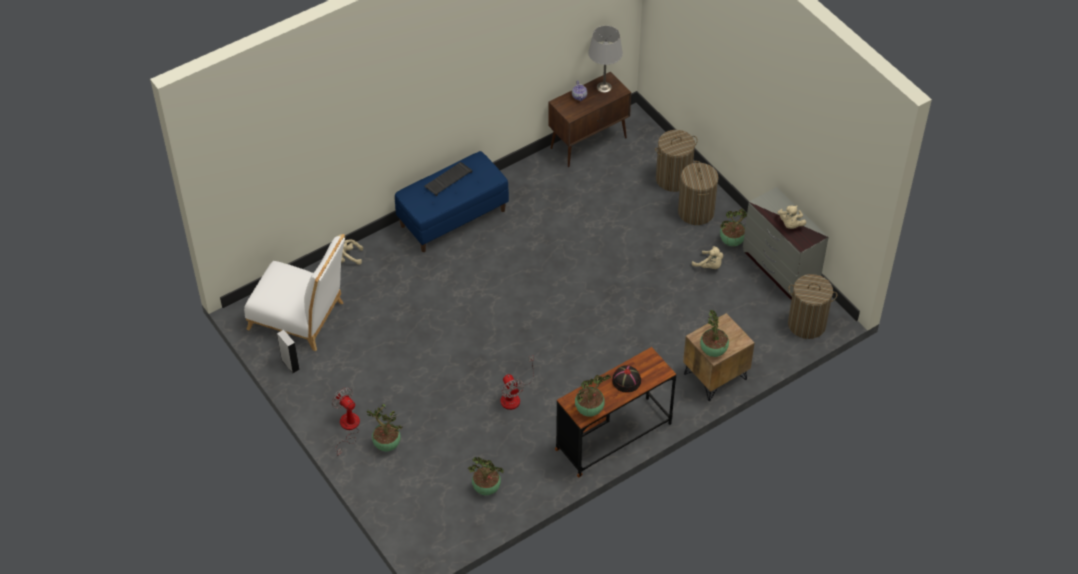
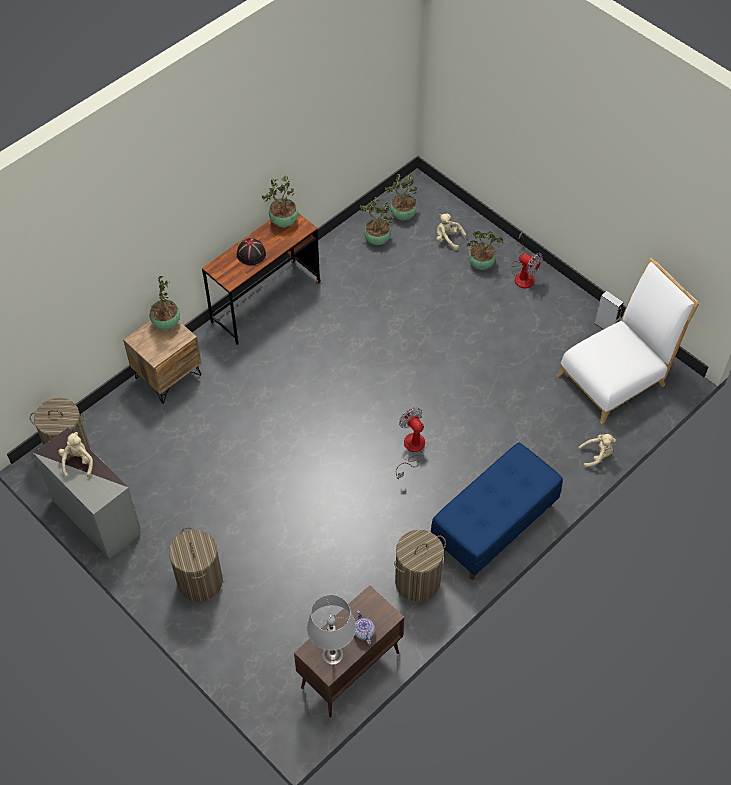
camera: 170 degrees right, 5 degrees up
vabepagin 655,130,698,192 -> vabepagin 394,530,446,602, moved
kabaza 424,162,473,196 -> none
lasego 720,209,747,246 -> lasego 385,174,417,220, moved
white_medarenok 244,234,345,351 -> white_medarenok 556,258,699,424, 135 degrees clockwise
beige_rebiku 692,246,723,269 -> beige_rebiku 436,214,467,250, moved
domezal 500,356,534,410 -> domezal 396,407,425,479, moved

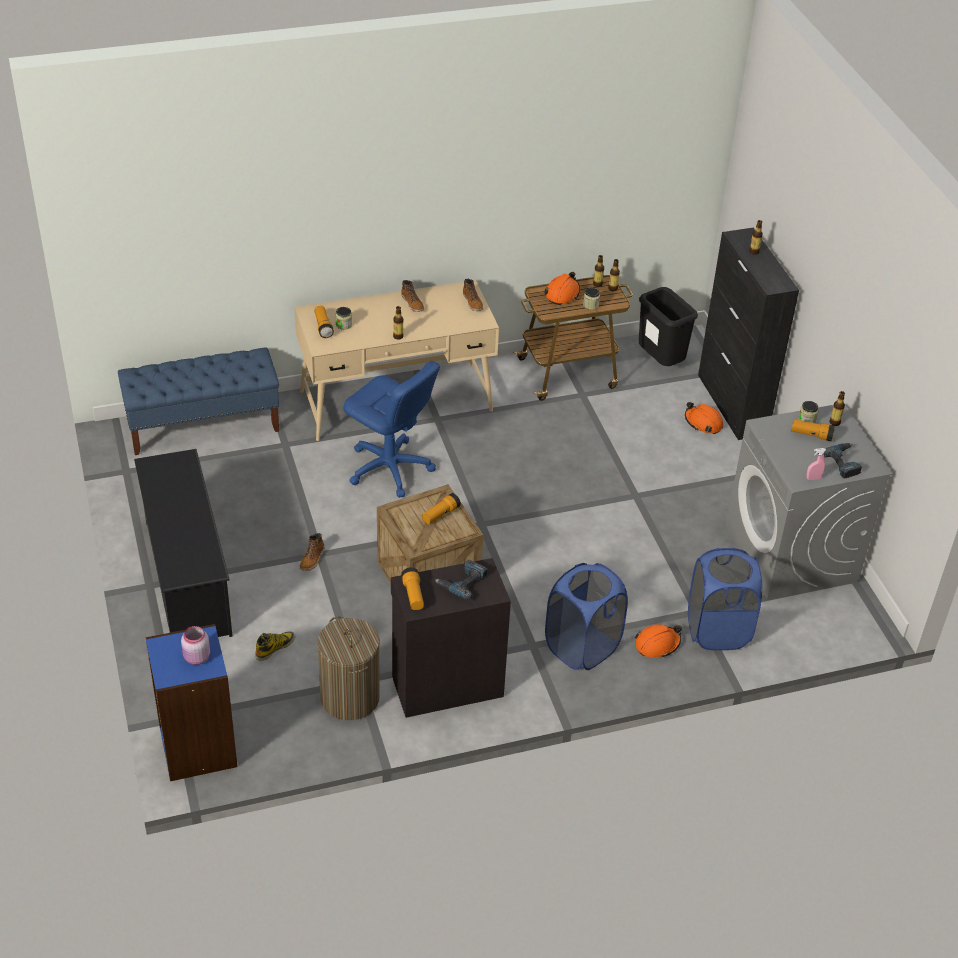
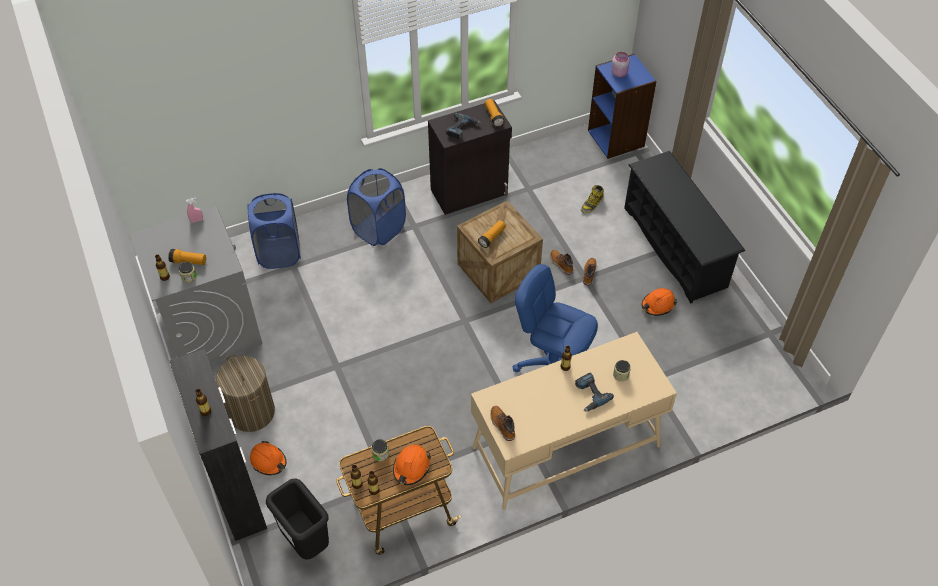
camera: 175 degrees right, 10 degrees up
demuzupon 401,280,424,312 -> demuzupon 550,250,573,275, moved
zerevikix 315,306,334,338 -> none
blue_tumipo 118,348,279,455 -> none
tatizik 818,443,862,479 -> tatizik 575,372,614,412, moved
vabepagin 317,616,380,720 -> vabepagin 216,355,275,432, moved
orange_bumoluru 635,624,682,658 -> orange_bumoluru 642,288,677,316, moved

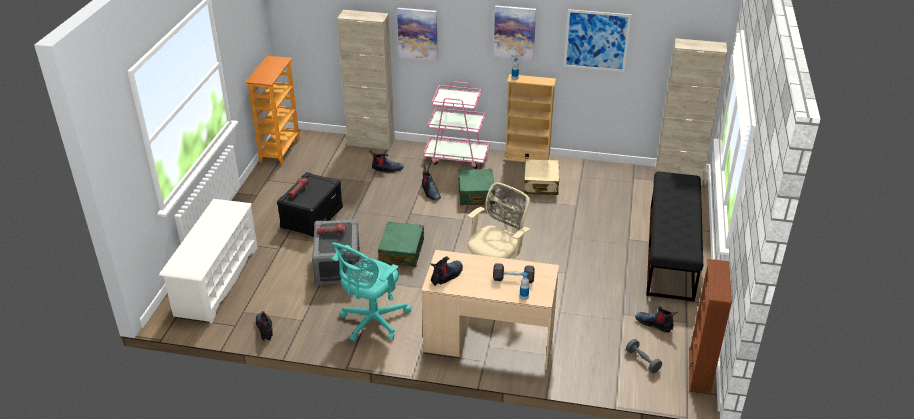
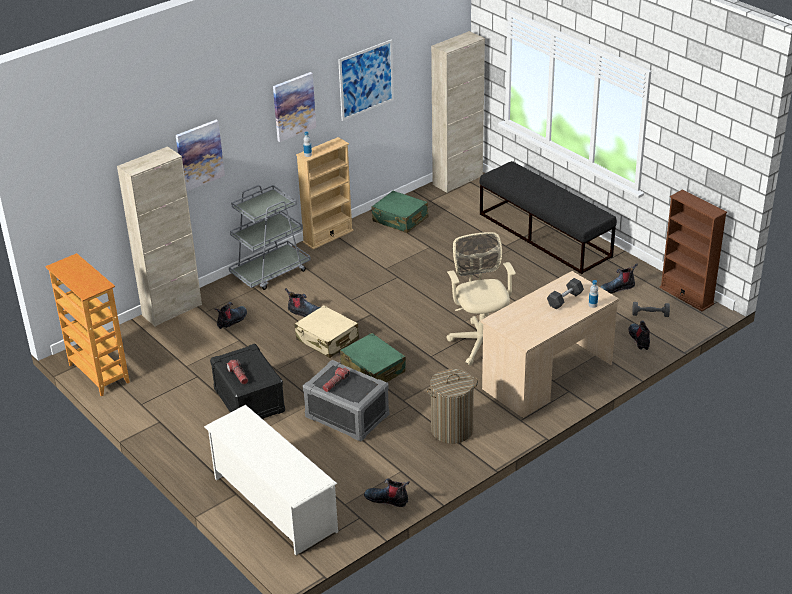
camera: 50 degrees left, 0 degrees up
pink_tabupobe 423,81,490,169 -> grey_tabupobe 229,185,311,290
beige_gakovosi 523,159,559,195 -> beige_gakovosi 294,305,359,358, moved
green_gakovosi 457,169,494,205 -> green_gakovosi 371,191,428,233, moved
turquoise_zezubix 331,243,412,342 -> vabepagin 426,369,478,444
demuzupon 430,256,463,286 -> demuzupon 629,321,650,350, moved

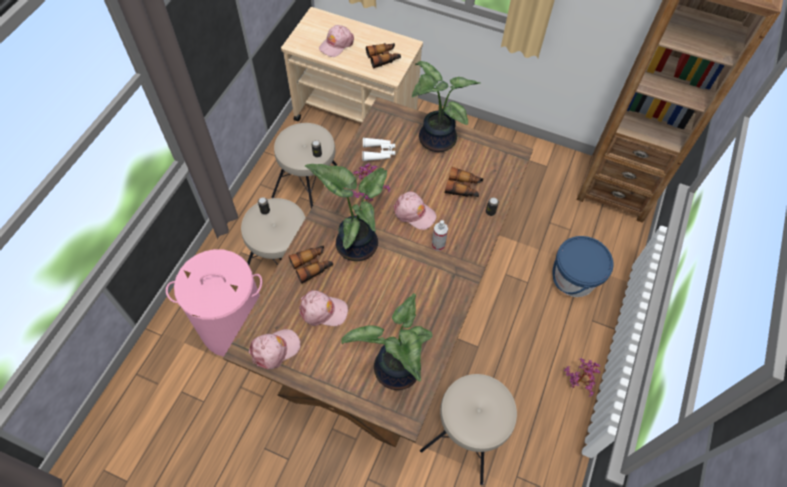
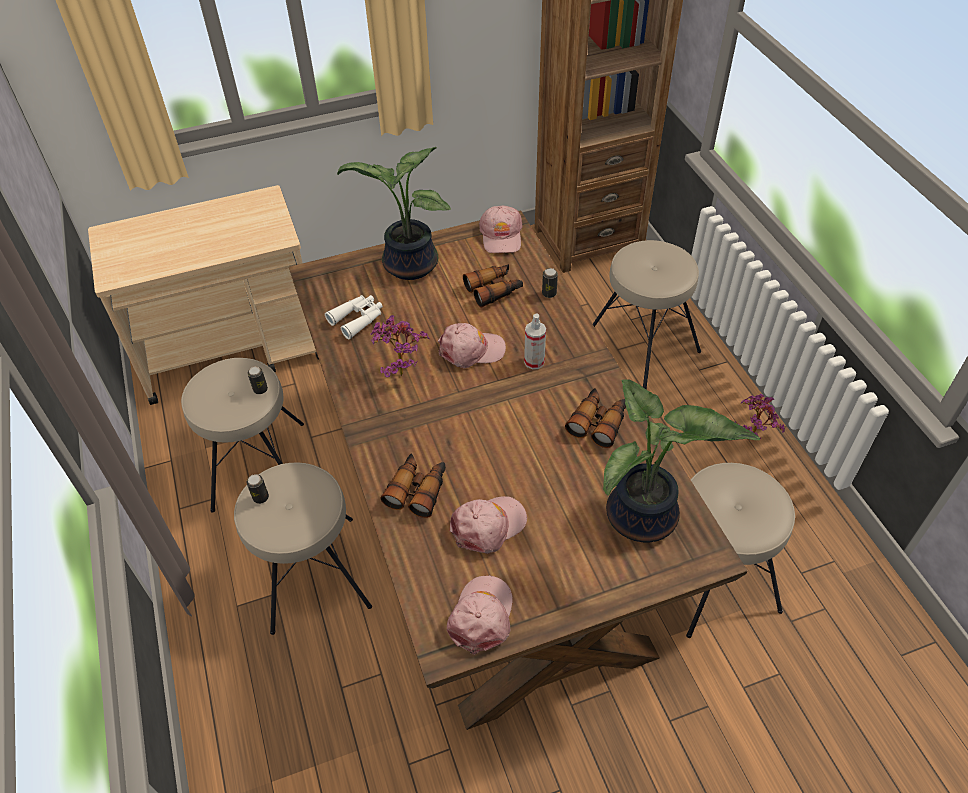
camera: 40 degrees left, 10 degrees down
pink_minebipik 319,25,354,57 -> pink_minebipik 479,206,523,253, moved
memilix 366,43,401,68 -> memilix 565,388,626,448, moved
lasego 305,164,387,261 -> none
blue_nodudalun 553,236,613,297 -> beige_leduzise 593,240,701,390
pink_vabepagin 166,249,262,357 -> none

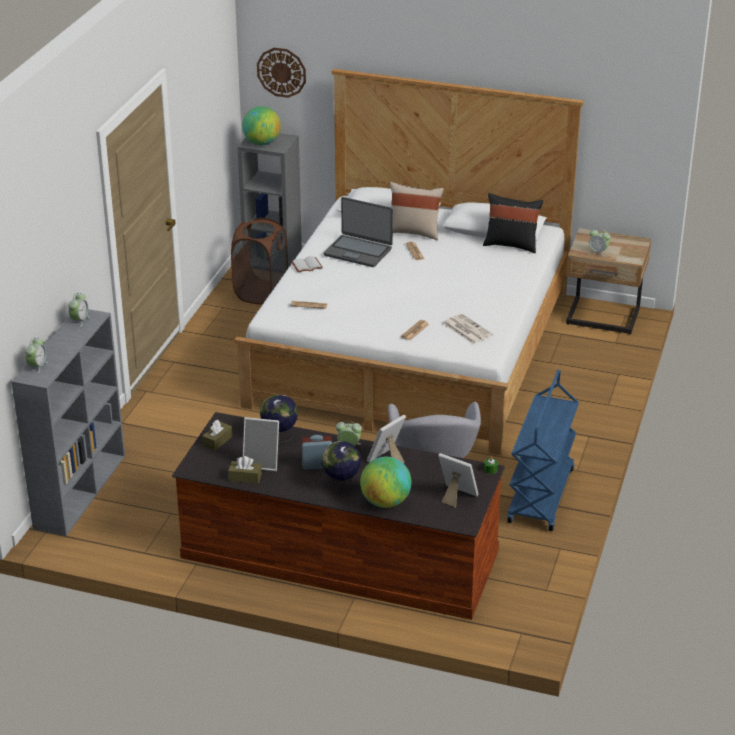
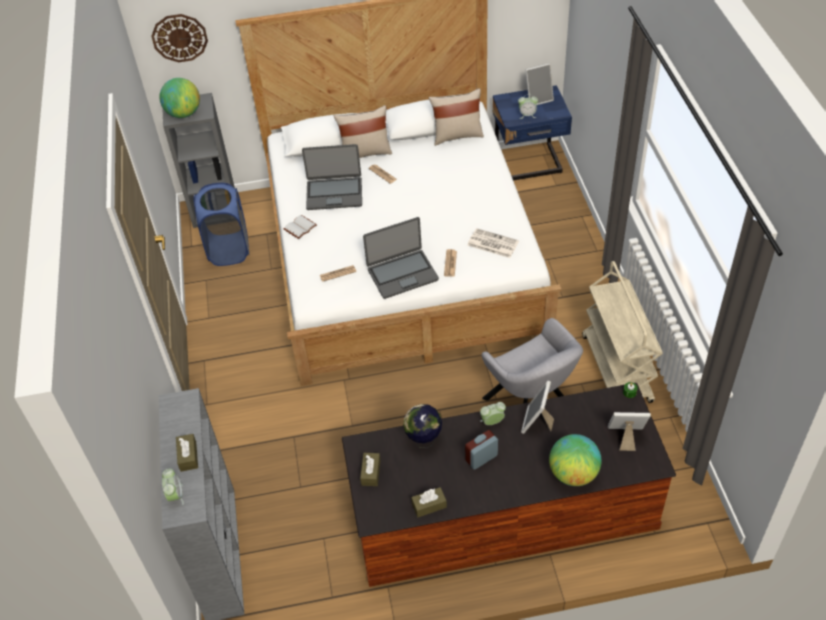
camera: 25 degrees left, 15 degrees up
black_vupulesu 483,193,543,253 -> beige_vupulesu 429,88,484,146
brown_vabepagin 231,218,288,305 -> blue_vabepagin 193,183,249,266
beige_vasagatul 566,228,651,335 -> blue_vasagatul 493,85,572,180
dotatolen 68,293,90,327 -> none
blue_tabupobe 507,370,579,531 -> beige_tabupobe 582,261,663,403
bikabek 243,417,279,471 -> bikabek 525,63,554,105, moved
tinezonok 322,441,361,491 -> none
none -> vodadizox 363,217,439,299
none -> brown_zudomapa 176,434,198,472

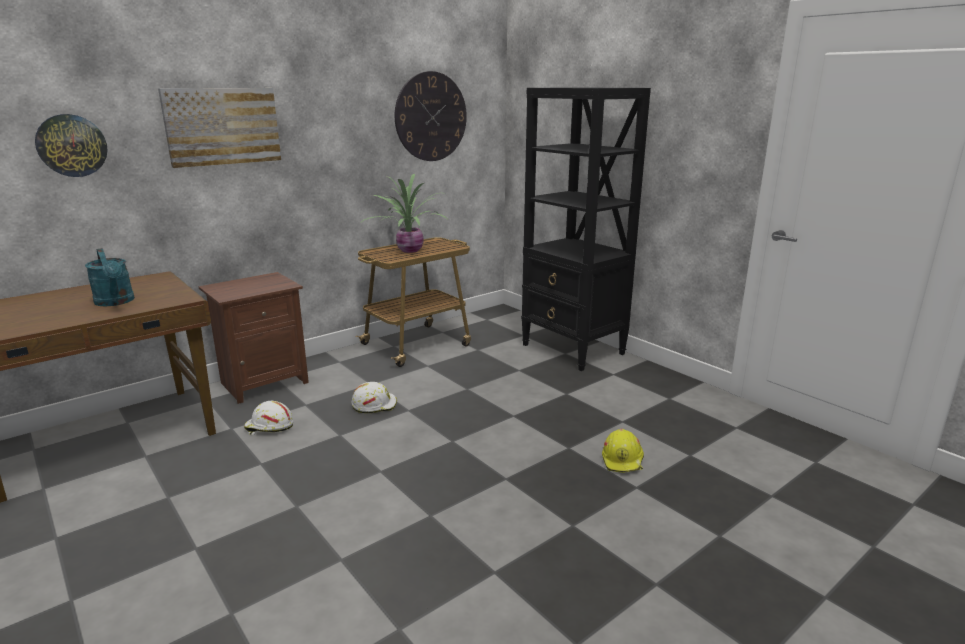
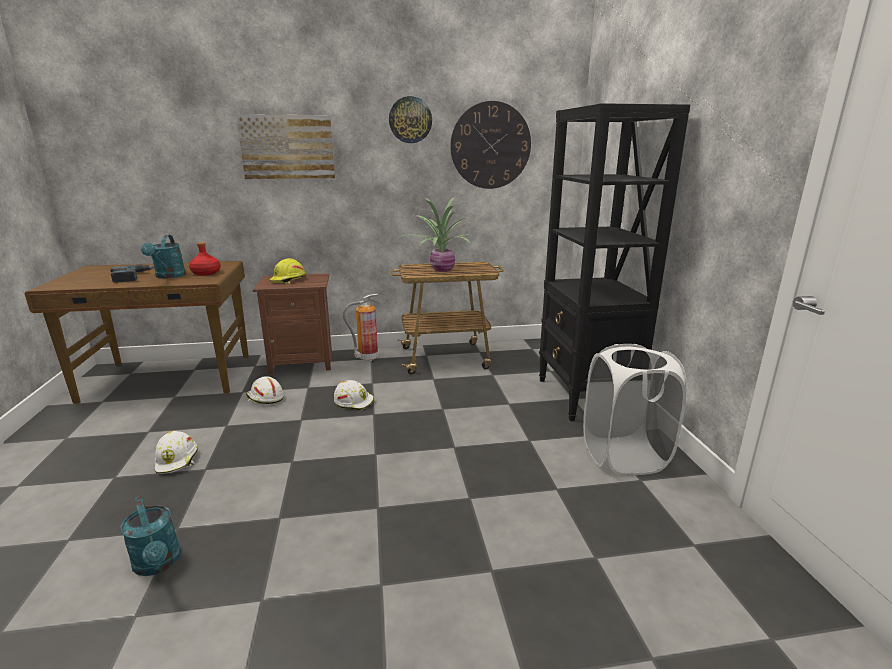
camera: 30 degrees right, 0 degrees up
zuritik 35,114,108,177 -> zuritik 389,96,432,143, moved
yellow_bumoluru 602,429,644,473 -> yellow_bumoluru 269,258,305,284, moved
none -> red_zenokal 189,242,221,276
none -> tatizik 110,264,154,283
none -> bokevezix 343,294,380,361
none -> white_vabepagin 583,344,687,475
none -> white_bumoluru 155,431,198,474
none -> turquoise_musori 120,495,181,576

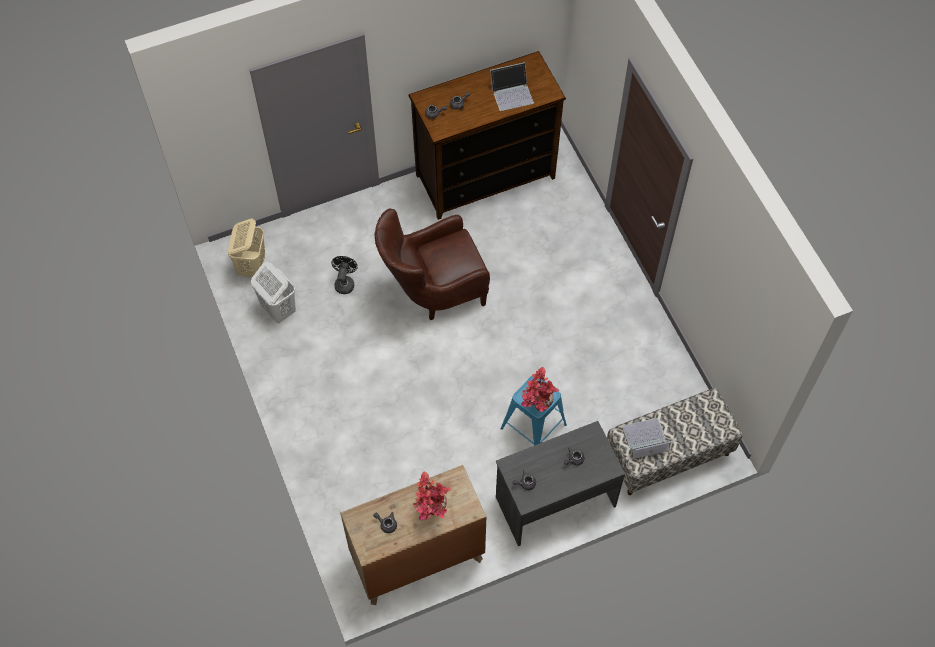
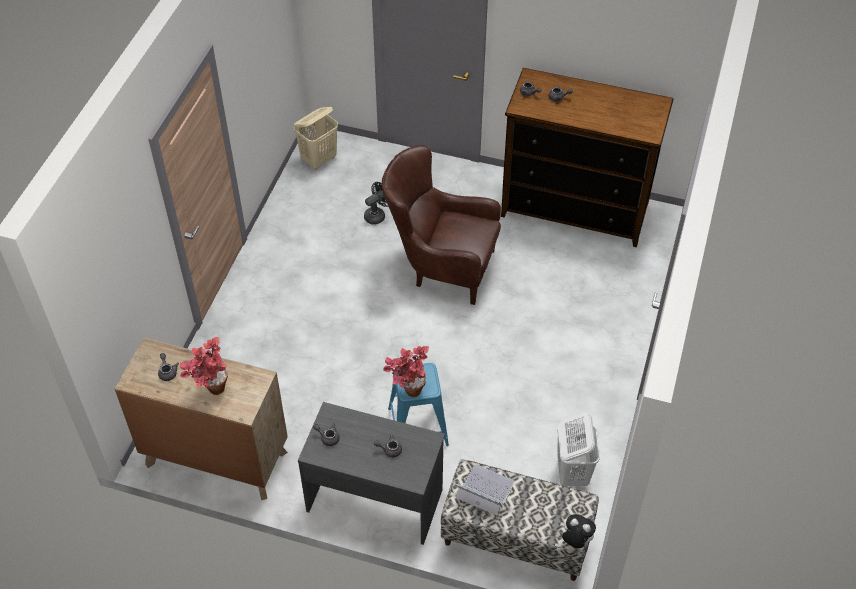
camera: 40 degrees right, 10 degrees down
vodadizox 490,62,534,111 -> none
white_vabepagin 251,262,296,323 -> white_vabepagin 557,412,600,486, moved
none -> rebiku 562,514,596,548

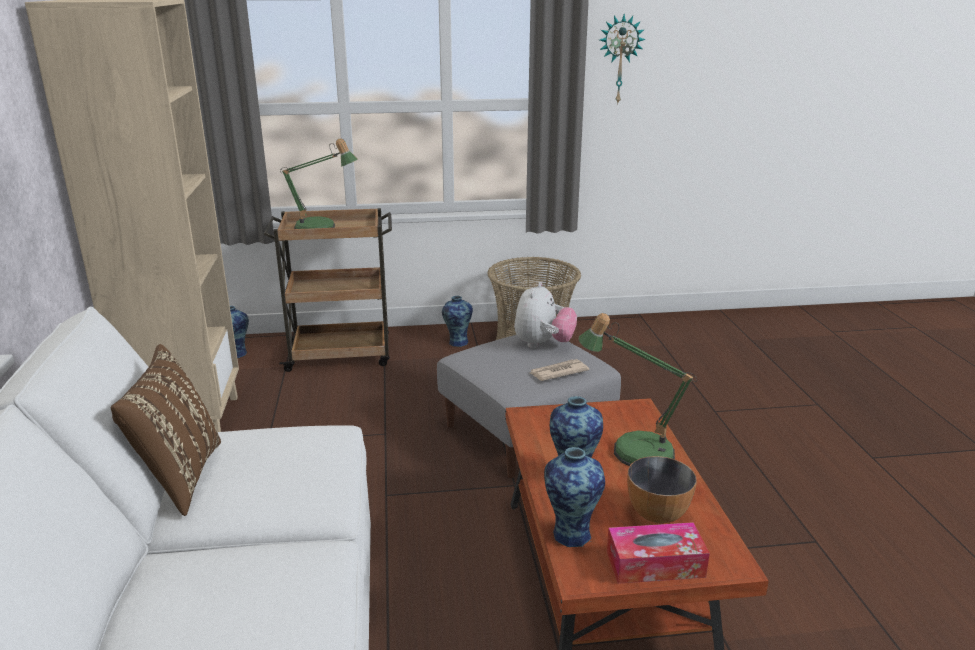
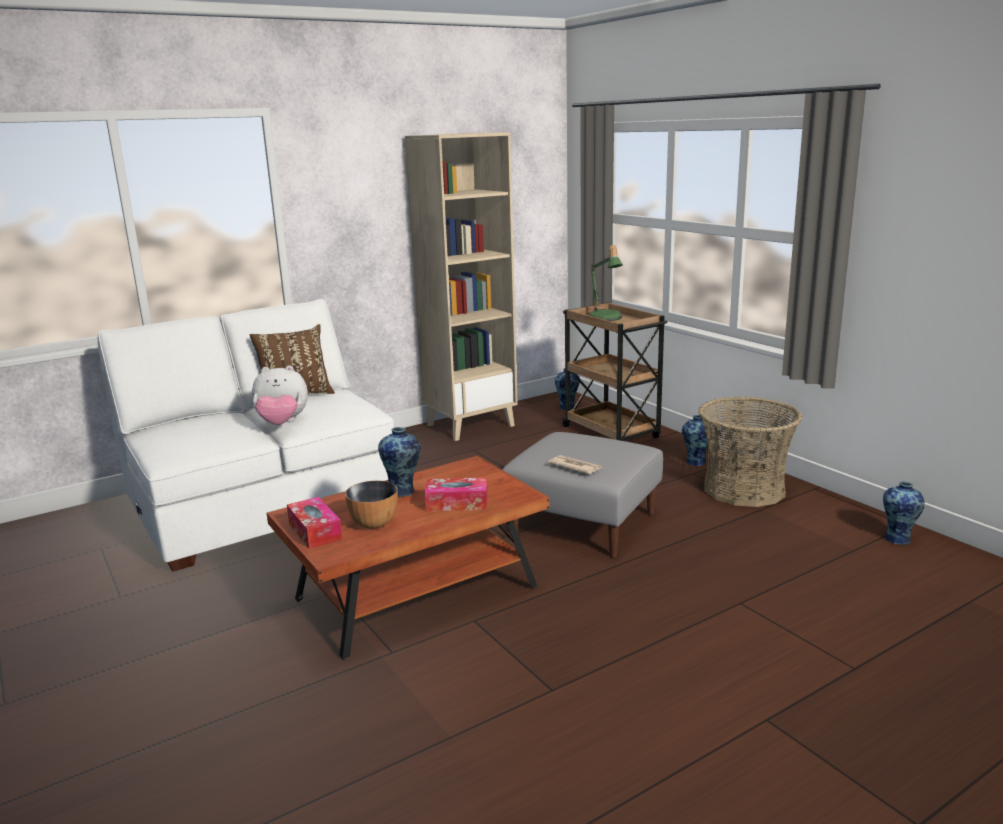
camera: 65 degrees right, 5 degrees down
zuritik 600,14,646,105 -> none
rebiku 514,282,577,348 -> rebiku 252,365,308,425, moved
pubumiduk 578,313,697,466 -> zudomapa 425,477,487,511
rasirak 544,447,605,547 -> rasirak 883,481,925,545, moved

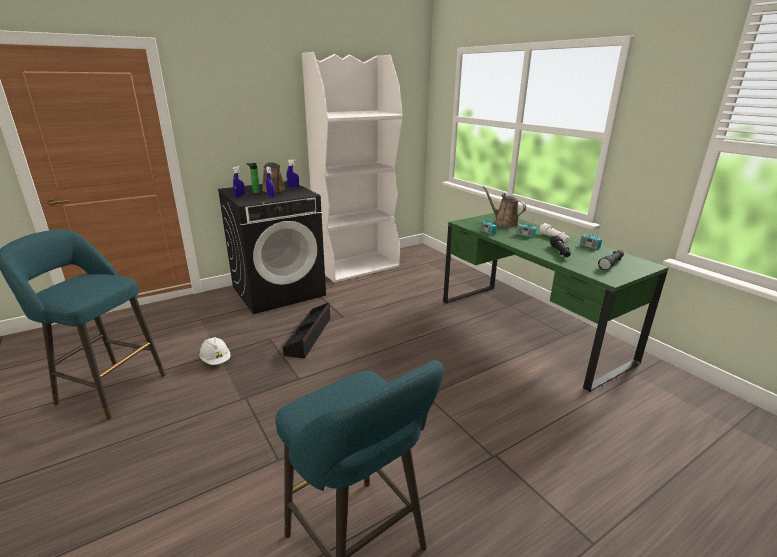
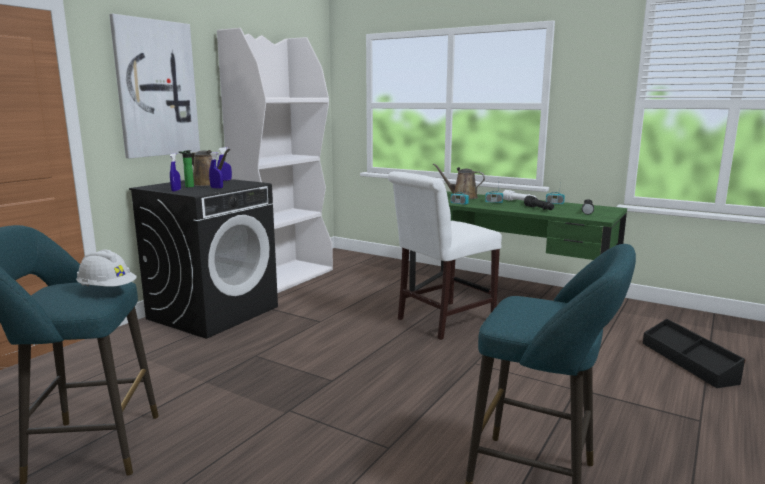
camera: 25 degrees left, 10 degrees down
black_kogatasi 283,302,330,359 -> black_kogatasi 643,319,746,388, moved
white_bumoluru 200,337,231,365 -> white_bumoluru 76,250,137,287, moved
none -> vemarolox 109,14,200,159
none -> white_medarenok 388,171,502,340

